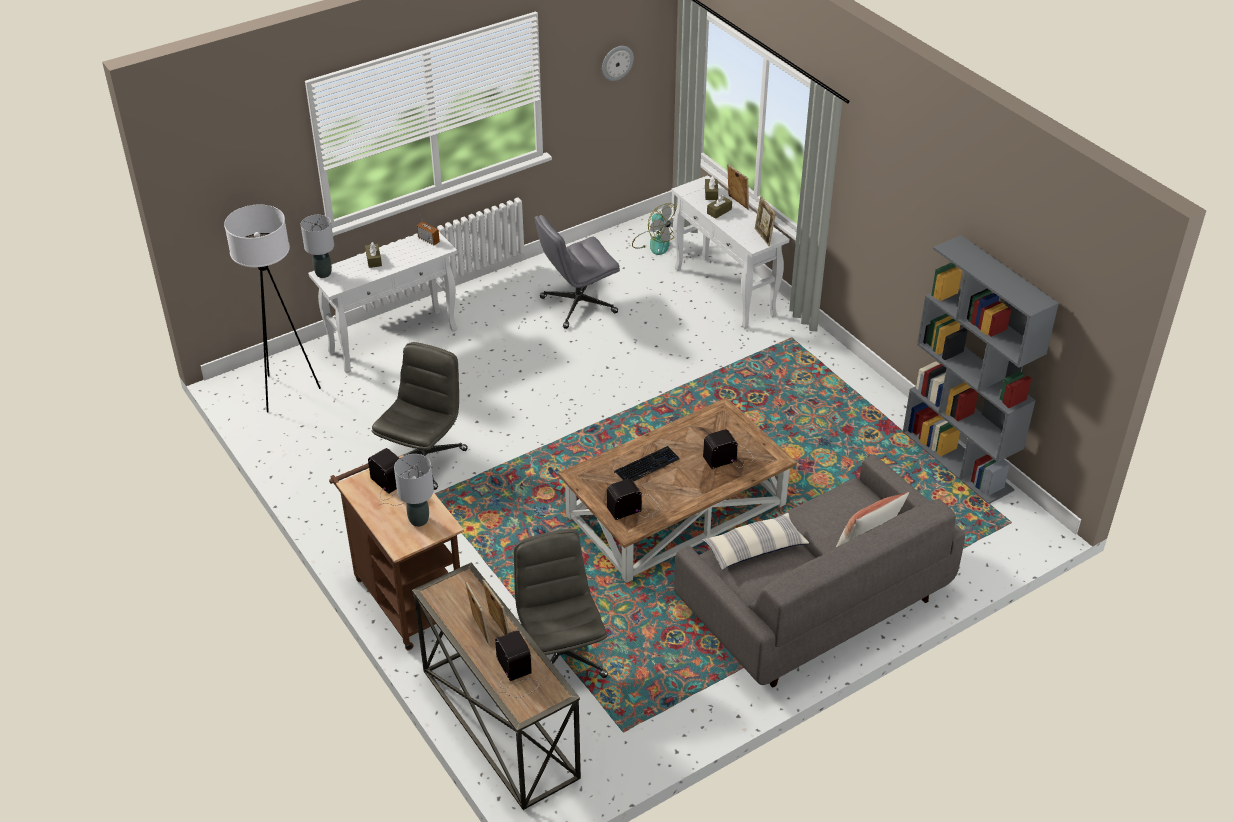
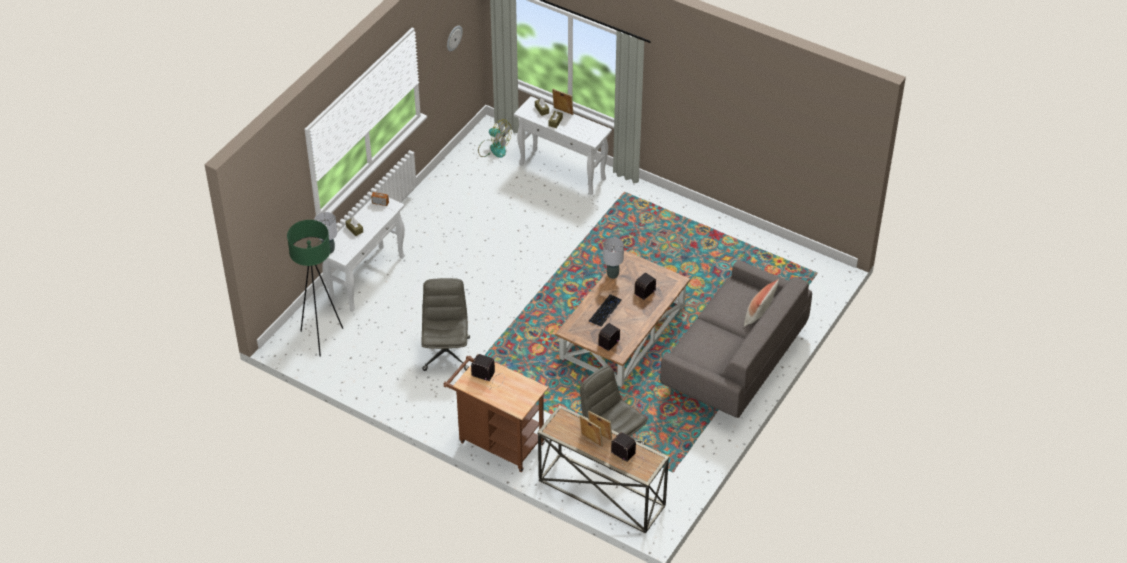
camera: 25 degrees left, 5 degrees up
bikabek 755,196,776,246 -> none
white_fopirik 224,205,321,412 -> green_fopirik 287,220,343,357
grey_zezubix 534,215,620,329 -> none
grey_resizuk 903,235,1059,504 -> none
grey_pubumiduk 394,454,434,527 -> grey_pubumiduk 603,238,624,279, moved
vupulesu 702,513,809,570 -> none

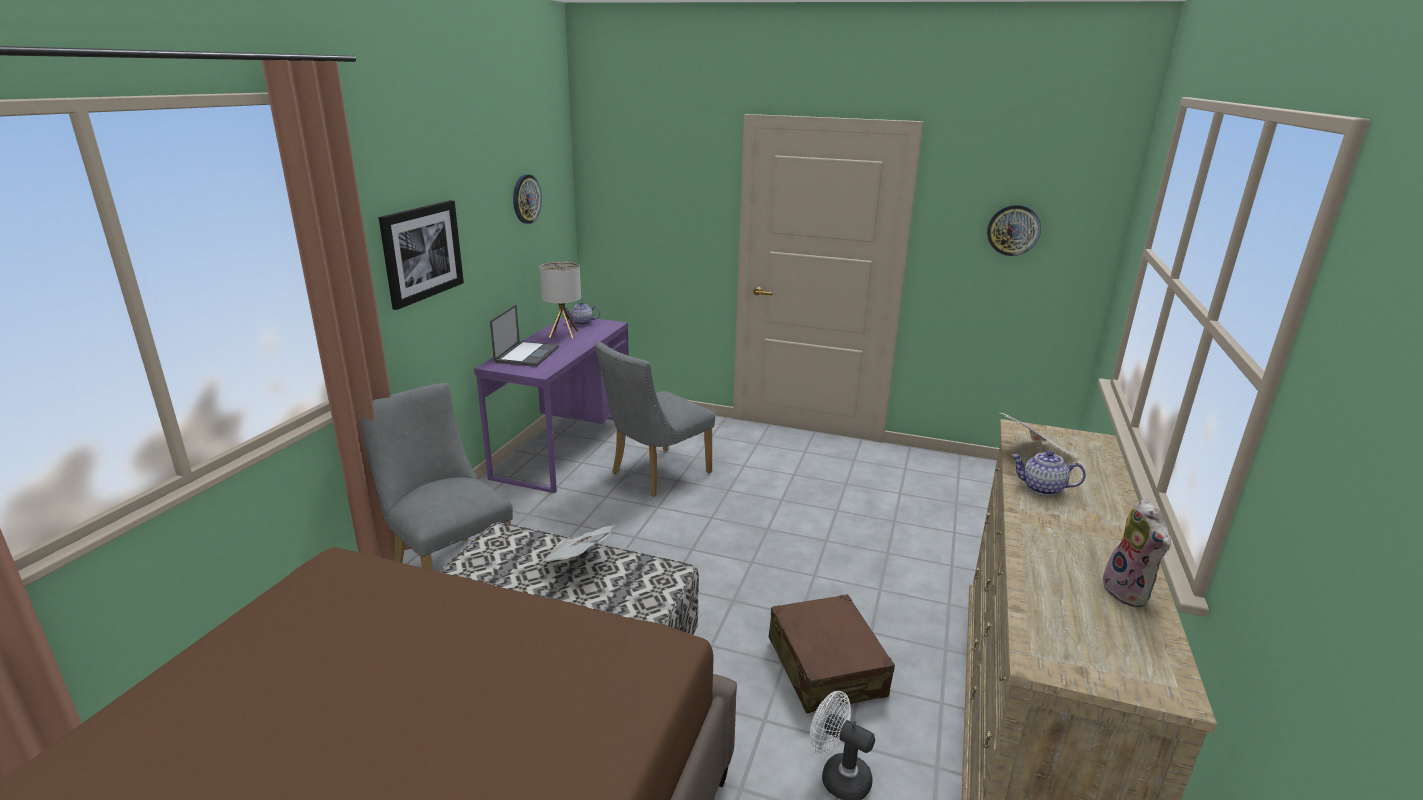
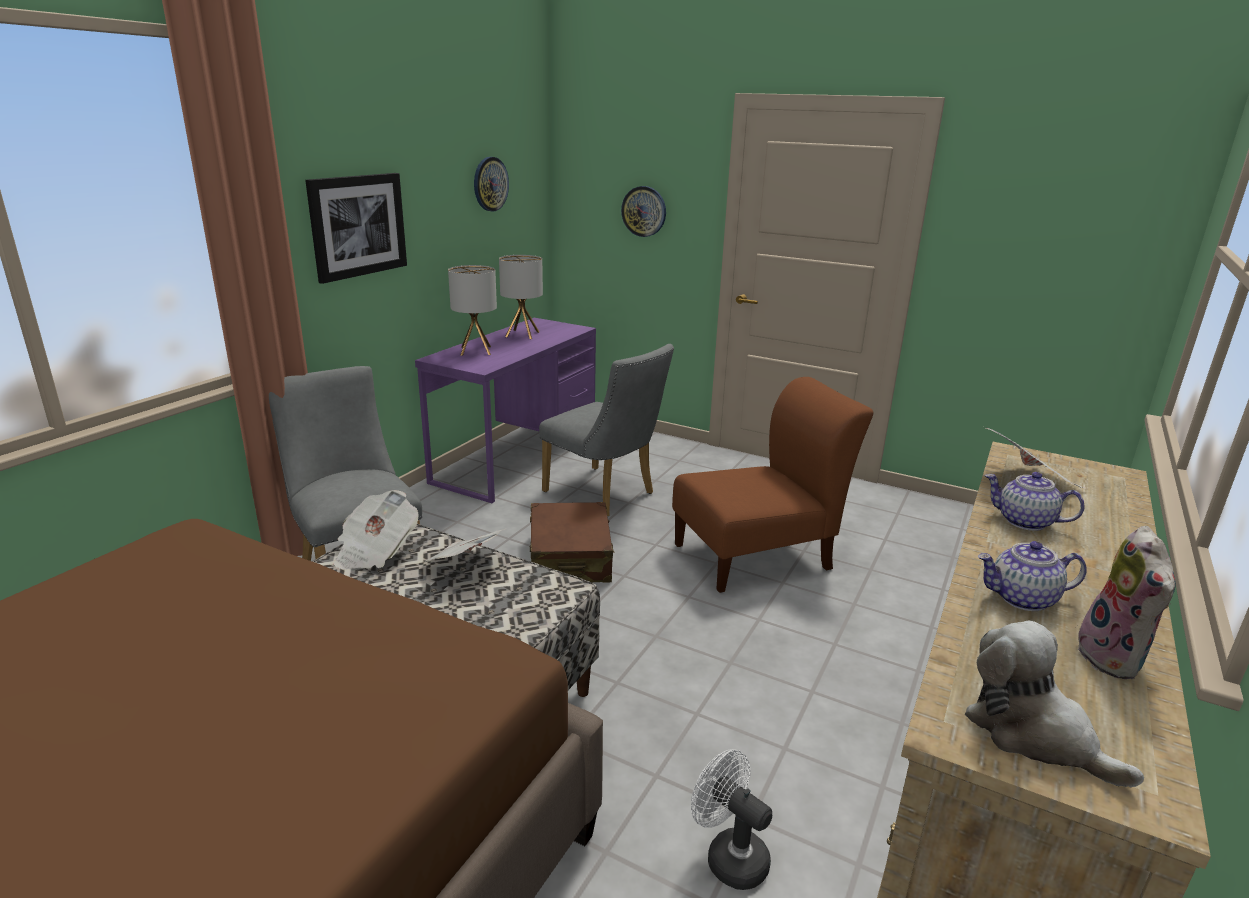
camera: 10 degrees right, 0 degrees up
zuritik 987,205,1041,256 -> zuritik 621,186,666,237, moved
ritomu 565,302,600,325 -> ritomu 978,541,1087,611, moved
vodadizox 490,304,559,367 -> pubumiduk 448,265,497,355
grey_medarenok 595,342,715,497 -> grey_medarenok 539,344,674,517, 105 degrees counterclockwise
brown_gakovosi 769,594,895,713 -> brown_gakovosi 530,502,615,583, moved
none -> brown_medarenok 672,377,874,593
none -> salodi 334,490,419,569
none -> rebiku 965,621,1144,787

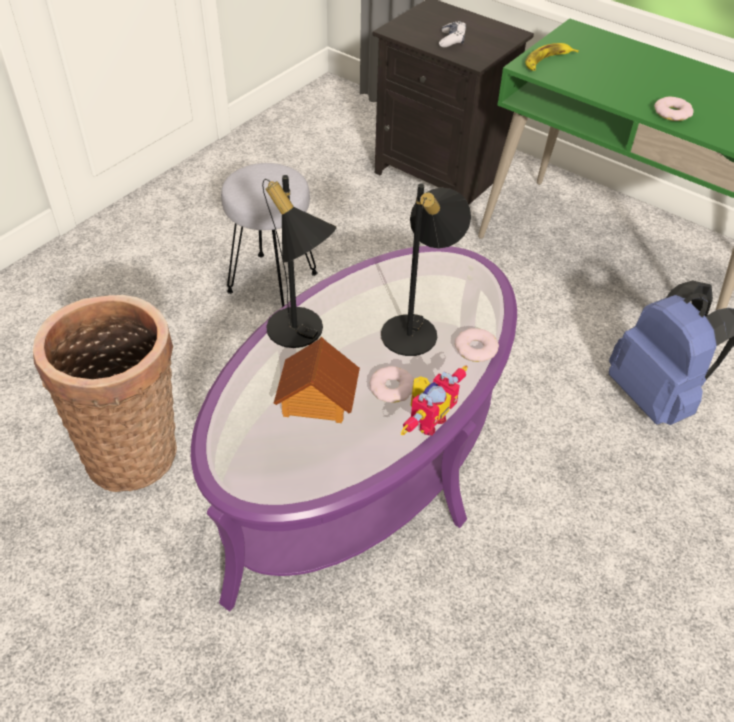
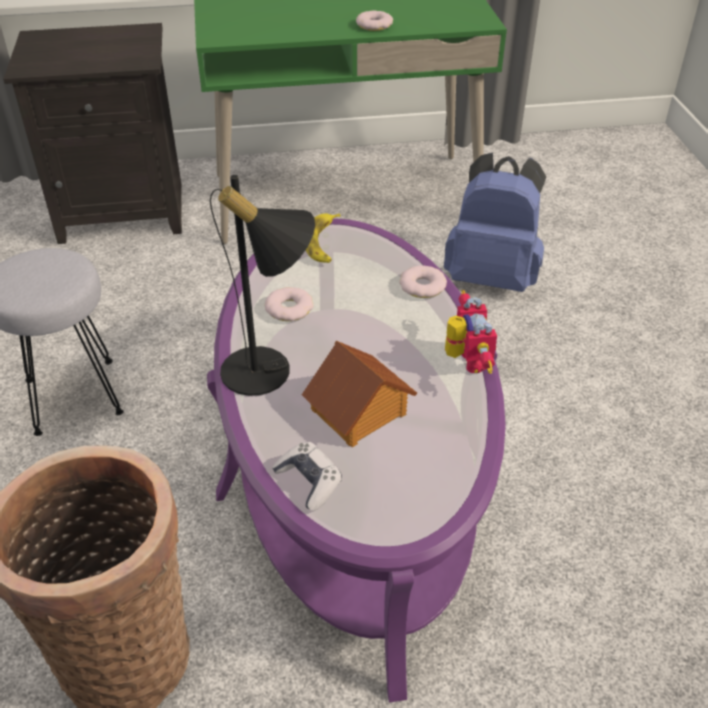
camera: 45 degrees left, 5 degrees down
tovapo 439,21,466,48 -> tovapo 272,442,342,511, moved
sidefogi 525,43,579,71 -> sidefogi 306,213,341,263, moved
black_pubumiduk 381,184,471,356 -> none
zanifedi 369,366,414,403 -> zanifedi 265,287,314,321, moved

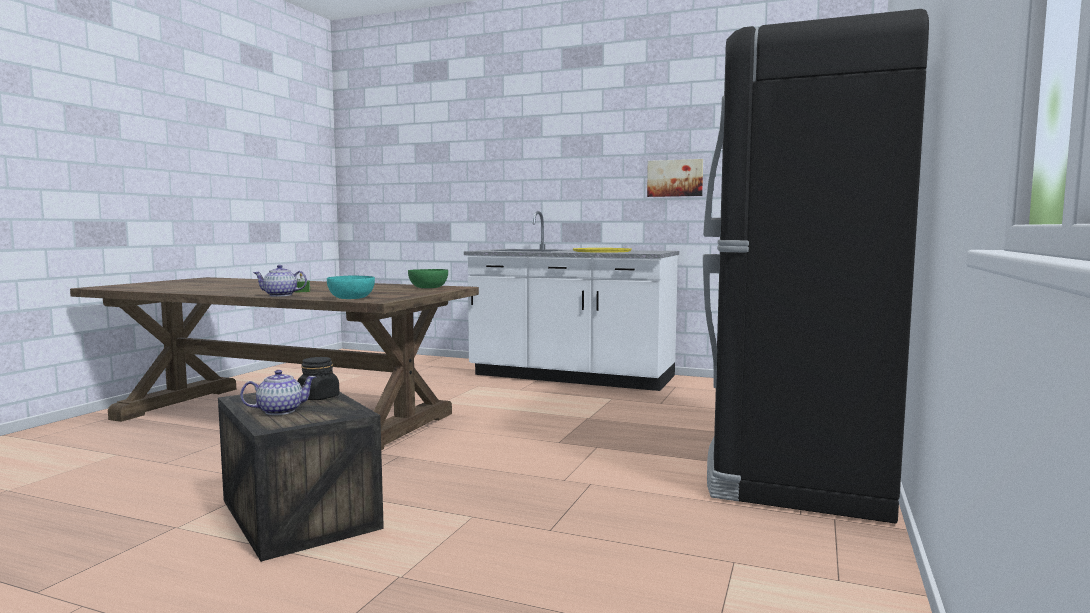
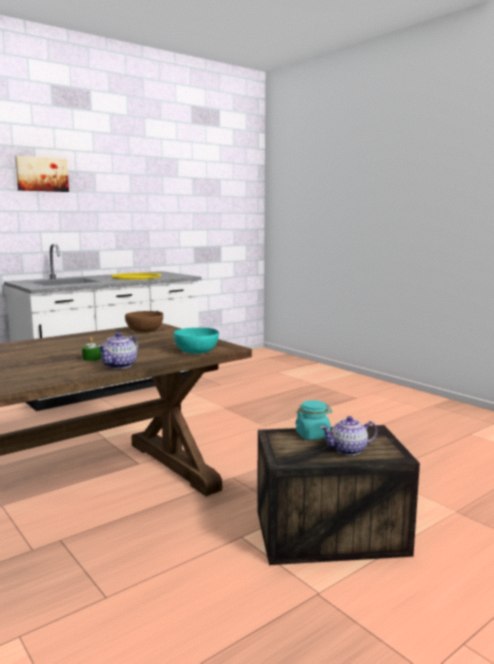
camera: 60 degrees left, 5 degrees up
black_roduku 703,9,929,523 -> none
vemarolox 647,159,703,197 -> vemarolox 15,156,69,192, moved
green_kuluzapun 408,269,448,288 -> brown_kuluzapun 125,311,163,332
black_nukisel 297,357,340,400 -> turquoise_nukisel 295,400,332,440
ritomu 240,370,316,415 -> ritomu 320,416,378,456, 105 degrees counterclockwise

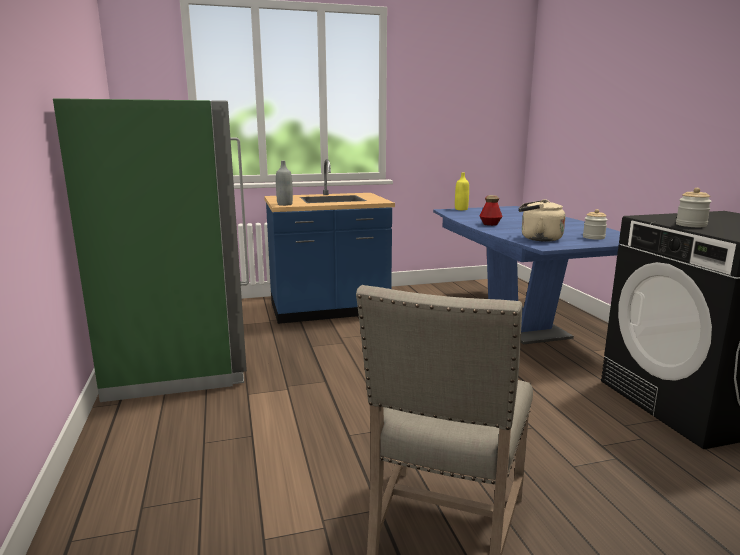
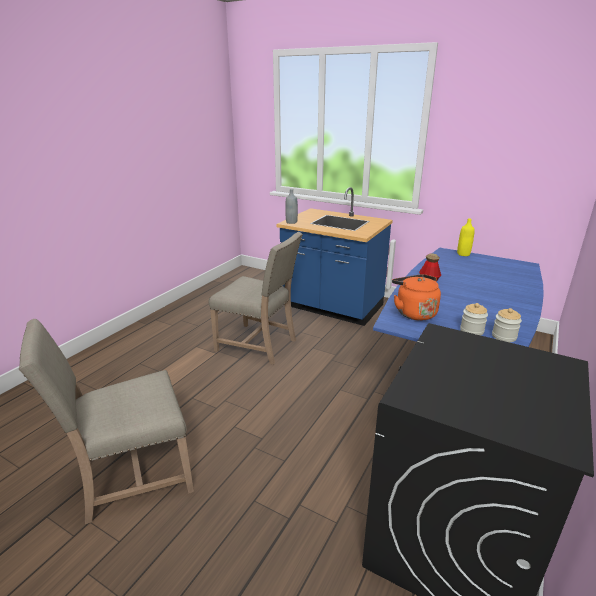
camera: 45 degrees right, 10 degrees up
green_roduku 53,98,249,402 -> none
nukisel 676,188,712,227 -> nukisel 492,308,522,342, moved
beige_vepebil 519,199,565,242 -> orange_vepebil 392,274,441,321
none -> beige_medarenok 209,232,303,365

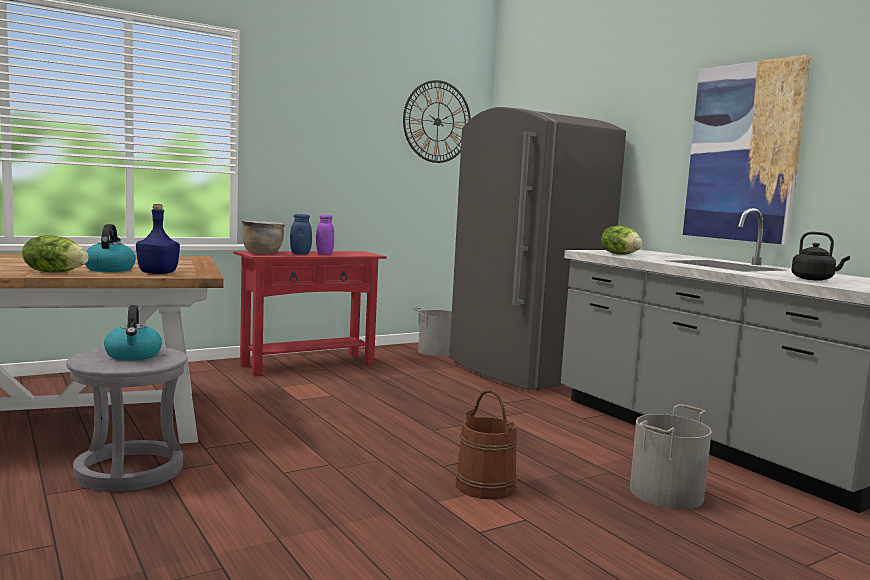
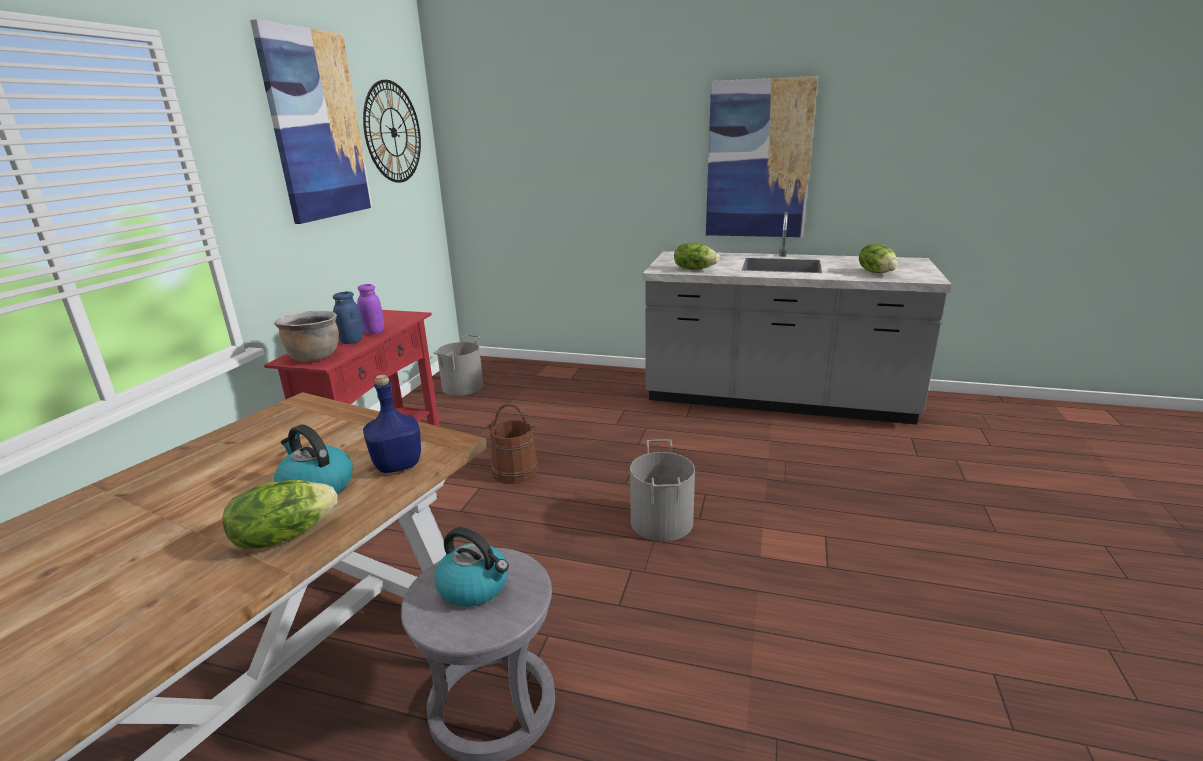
camera: 40 degrees left, 15 degrees up
grey_roduku 449,107,626,390 -> none
black_vepebil 791,232,850,281 -> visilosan 859,244,898,273
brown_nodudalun 455,390,517,500 -> brown_nodudalun 486,403,538,484, moved
grey_nodudalun 630,404,712,509 -> grey_nodudalun 630,439,695,541, moved
none -> vemarolox 250,19,372,224

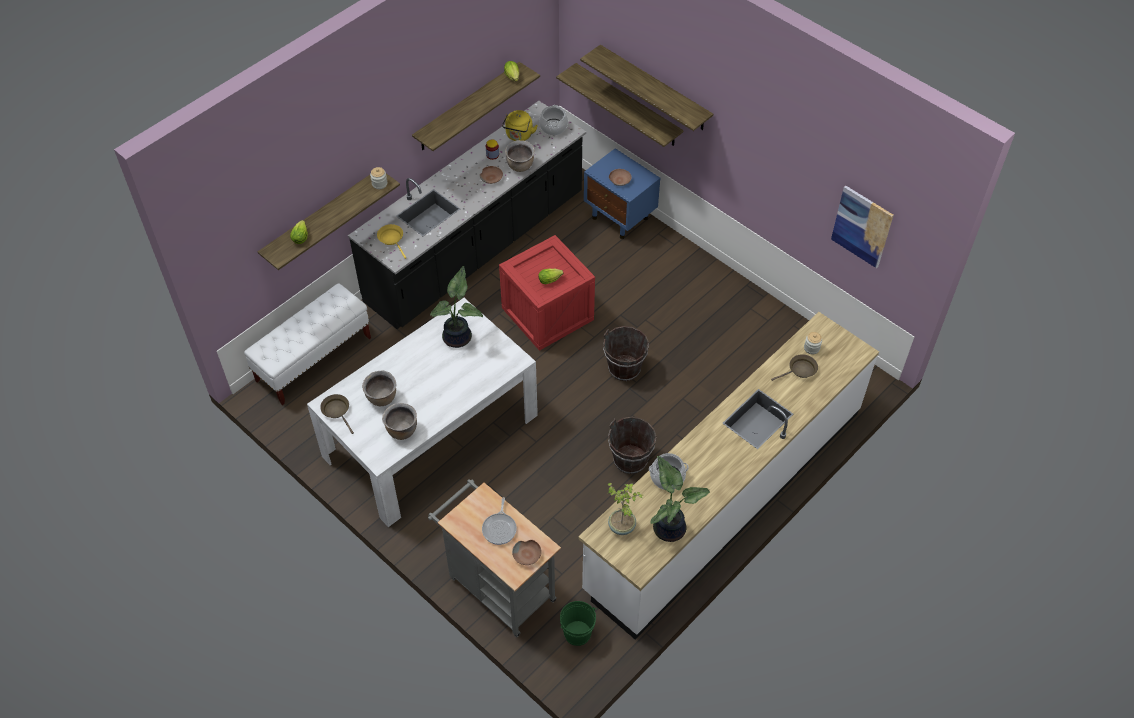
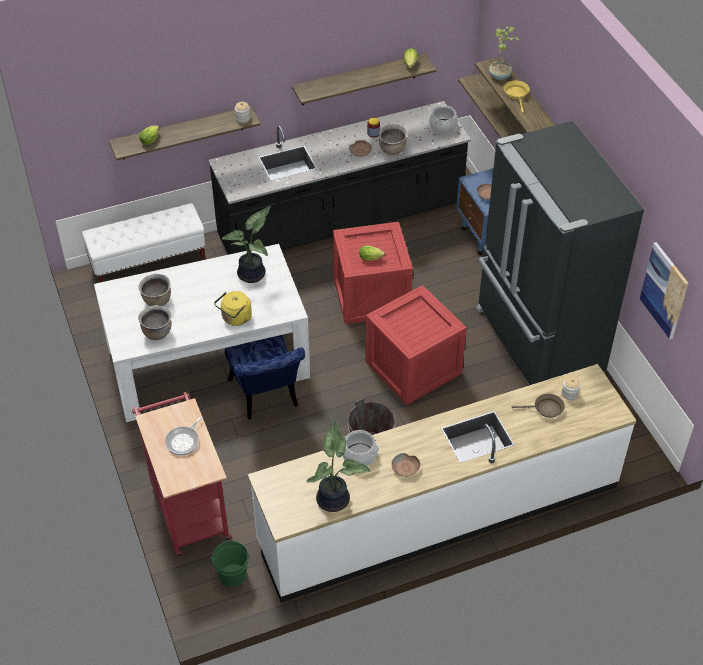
camera: 25 degrees right, 5 degrees down
yellow_vepebil 502,110,538,141 -> yellow_vepebil 214,291,252,326, moved
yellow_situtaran 377,224,406,259 -> yellow_situtaran 504,81,530,113, moved
brown_nodudalun 603,326,649,381 -> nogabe 365,285,467,405
brown_situtaran 320,394,354,434 -> none
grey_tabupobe 428,479,561,638 -> red_tabupobe 132,392,232,557
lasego 608,483,643,535 -> lasego 489,26,519,80, moved
brown_kuluzapun 512,540,541,565 -> brown_kuluzapun 391,453,420,477, moved
none -> black_roduku 476,121,644,385
none -> blue_medarenok 225,335,305,419

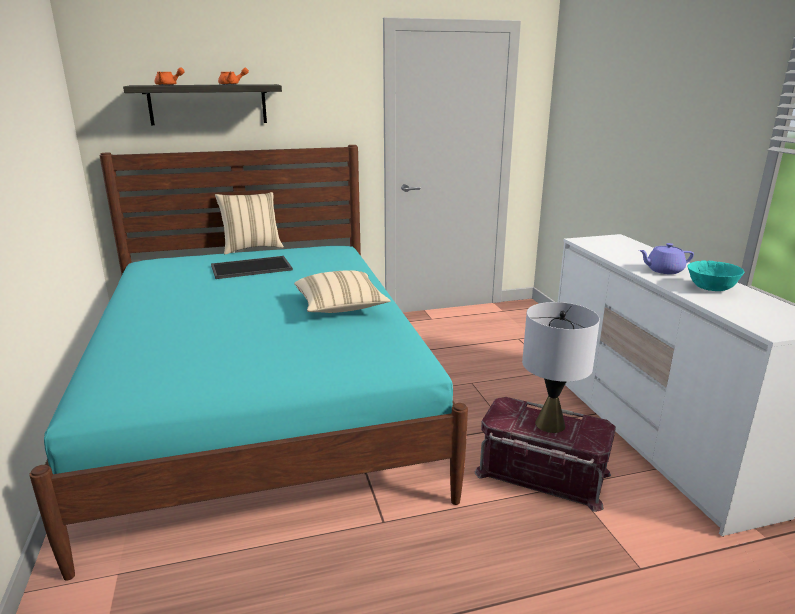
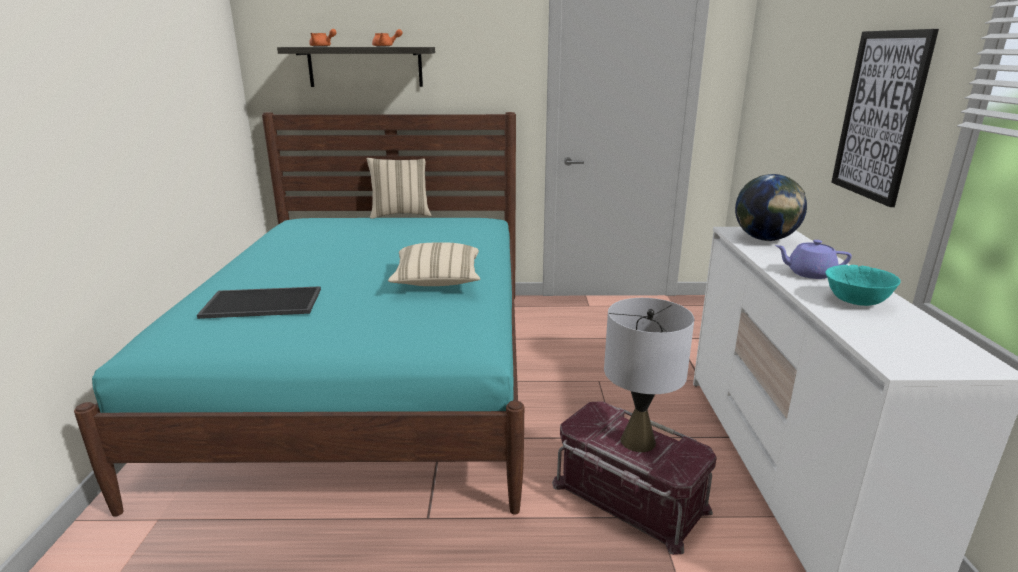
camera: 15 degrees right, 0 degrees up
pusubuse 211,256,293,279 -> pusubuse 197,286,321,319, moved
none -> vemarolox 831,29,939,207
none -> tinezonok 735,174,807,241

